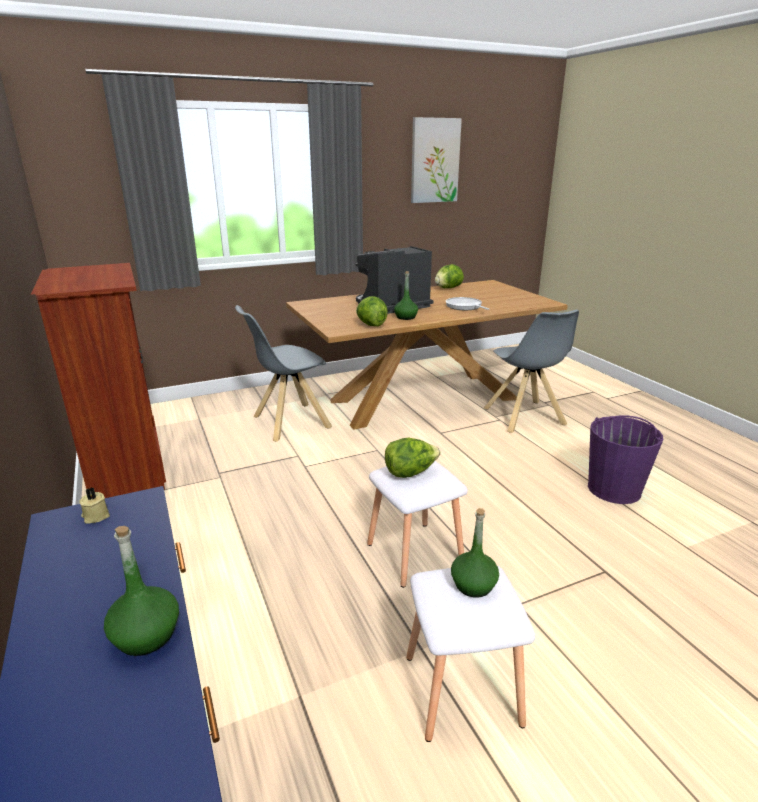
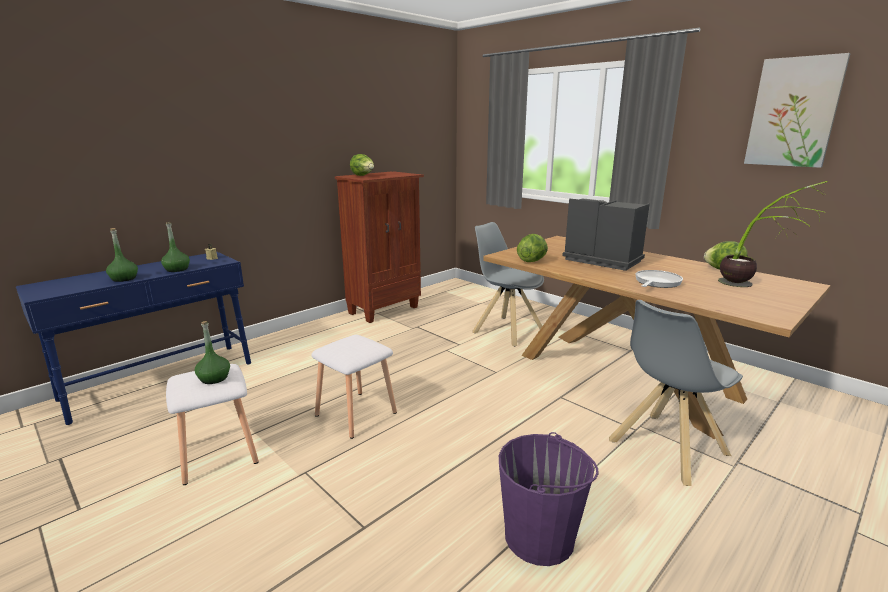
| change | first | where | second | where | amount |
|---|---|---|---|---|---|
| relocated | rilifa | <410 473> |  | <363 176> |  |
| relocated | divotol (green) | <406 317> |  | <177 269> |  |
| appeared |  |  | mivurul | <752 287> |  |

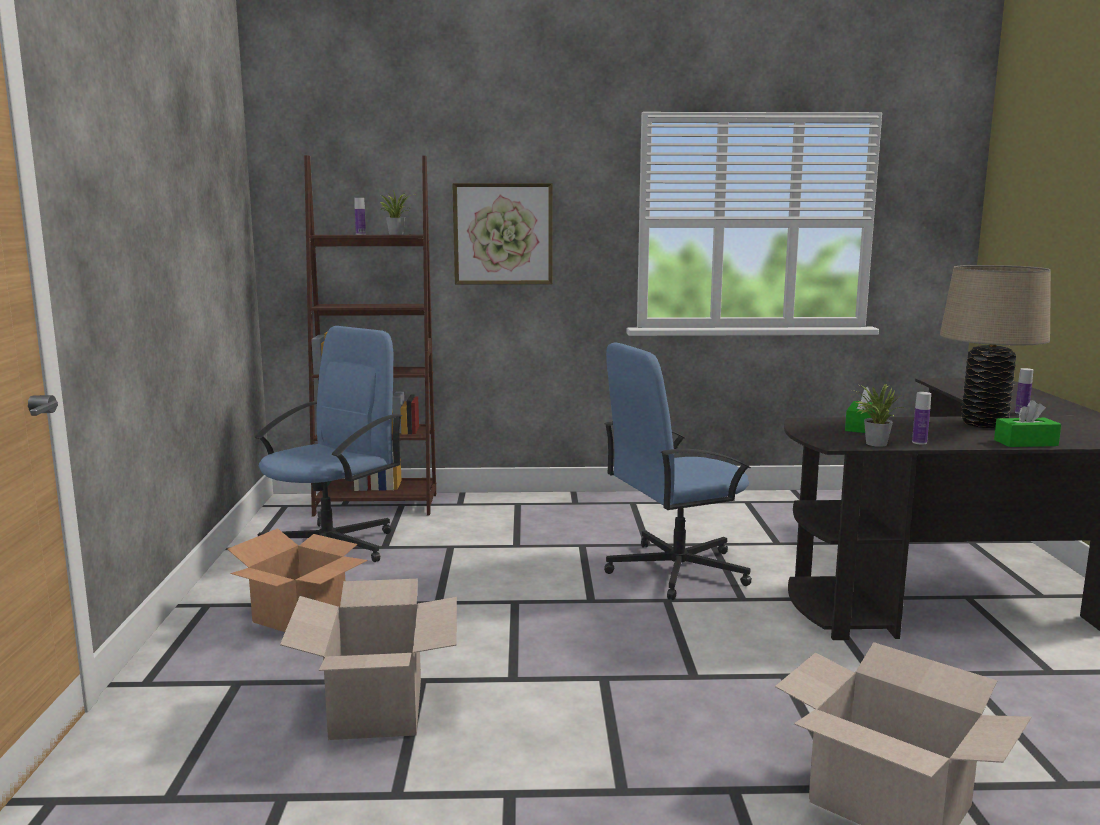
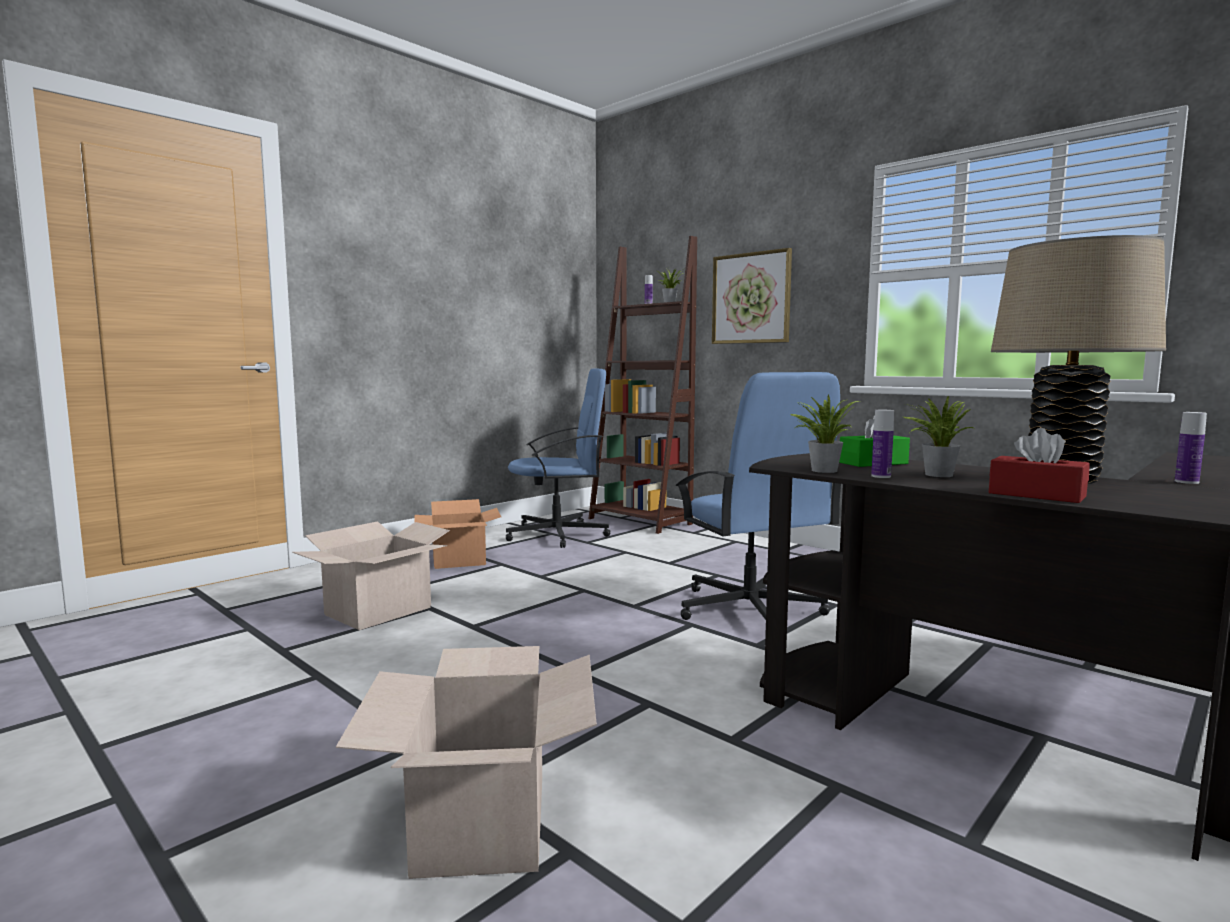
| change | first | where | second | where | amount |
|---|---|---|---|---|---|
| spun | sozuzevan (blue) | <675 570> |  | <749 610> | 135 degrees counterclockwise |
| colour | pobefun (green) | <1025 443> | pobefun (red) | <1036 495> |  |
| appeared |  |  | mivurul | <935 474> |  |

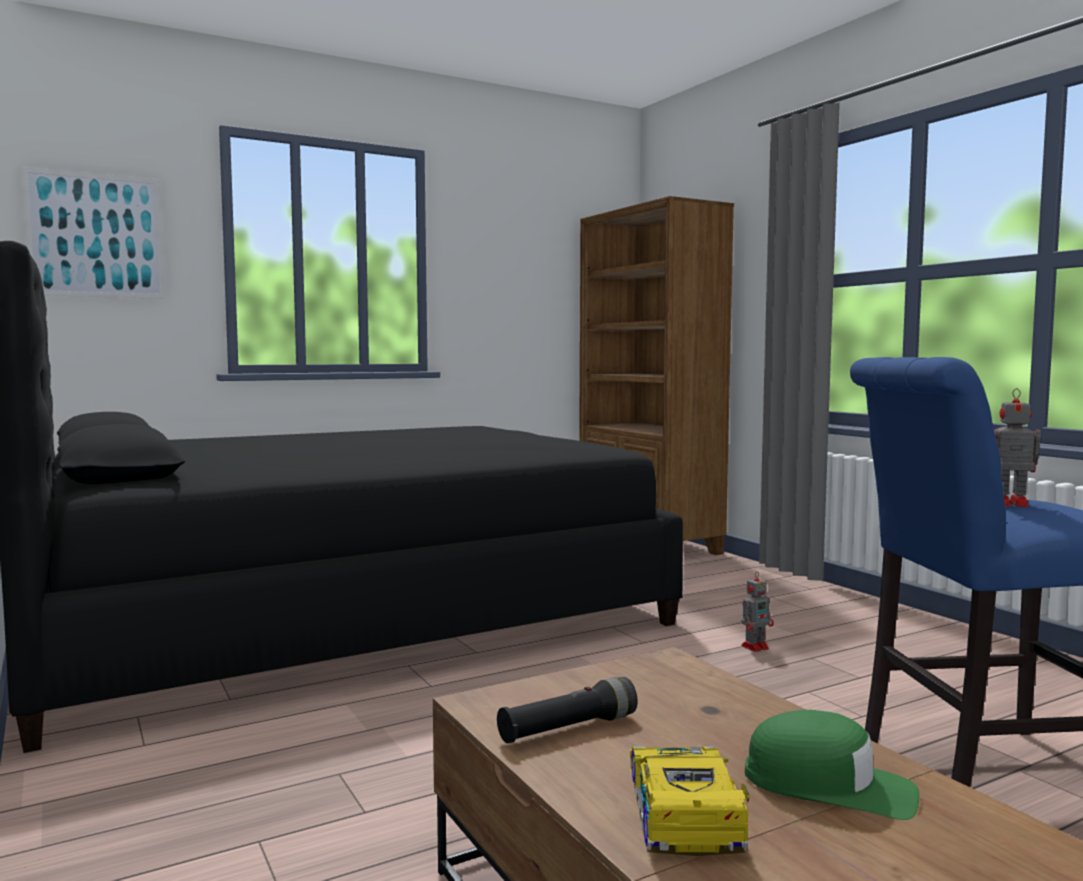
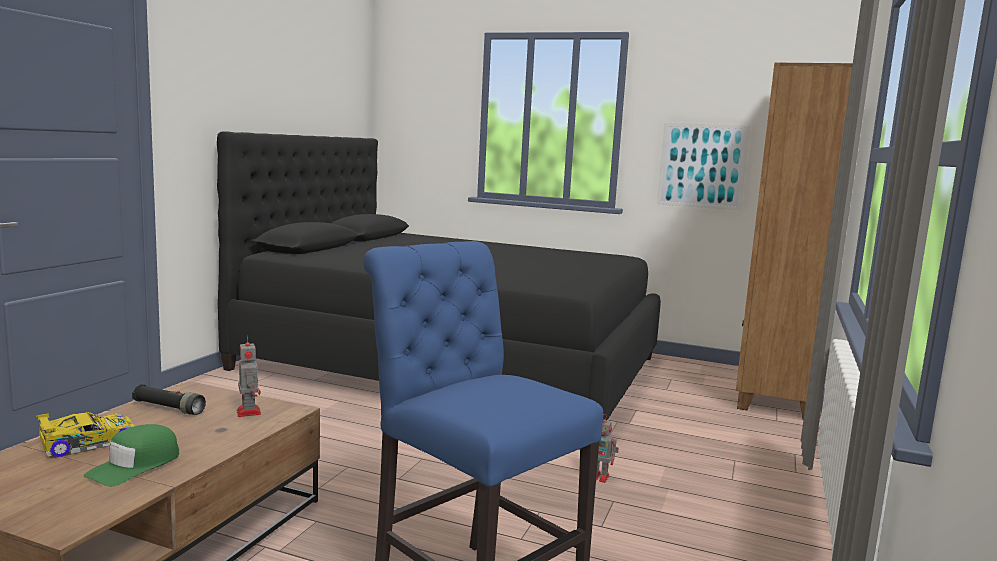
| change | first | where | second | where | amount |
|---|---|---|---|---|---|
| relocated | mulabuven | <96 235> |  | <702 166> |  |
| spun | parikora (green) | <829 785> |  | <135 466> | 45 degrees clockwise |
| relocated | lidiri | <1007 503> |  | <248 412> |  |

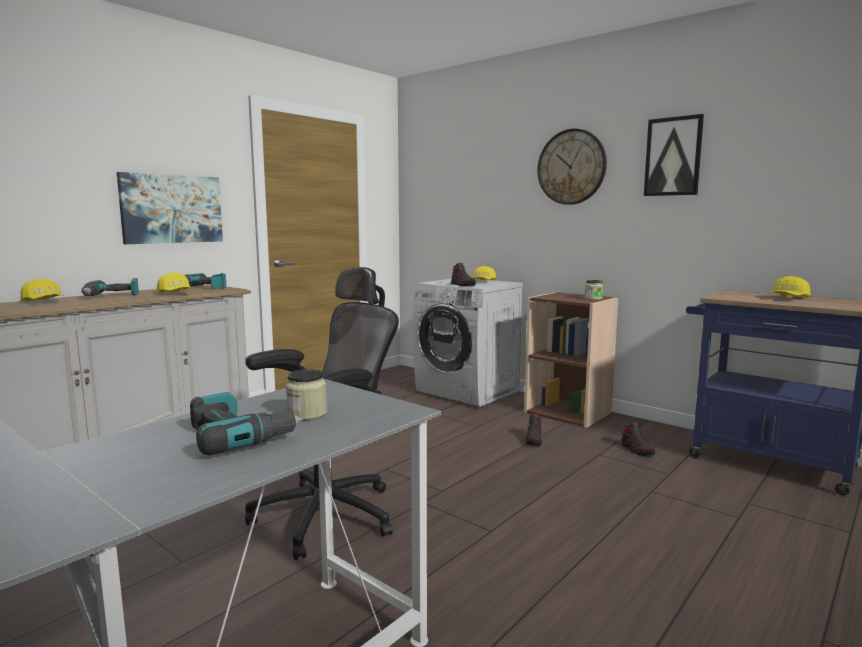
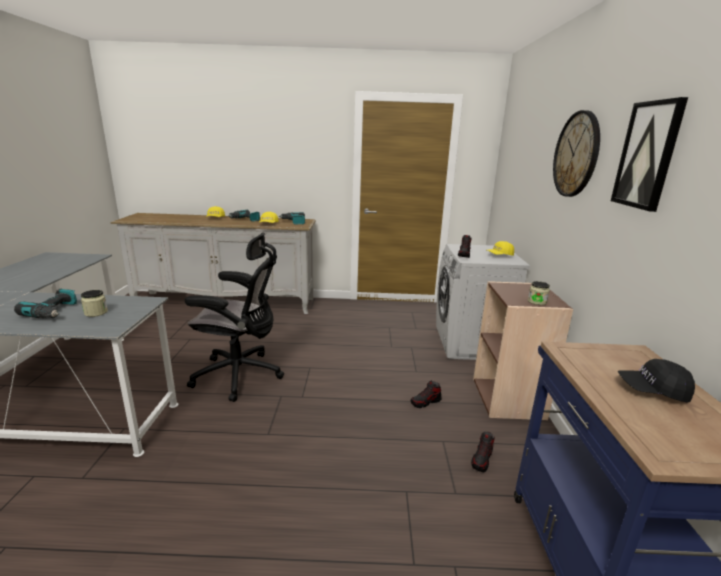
| change | first | where | second | where | amount |
|---|---|---|---|---|---|
| missing | mulabuven | <172 209> |  |  |  |
| colour | parikora (yellow) | <788 298> | parikora (black) | <652 391> |  |

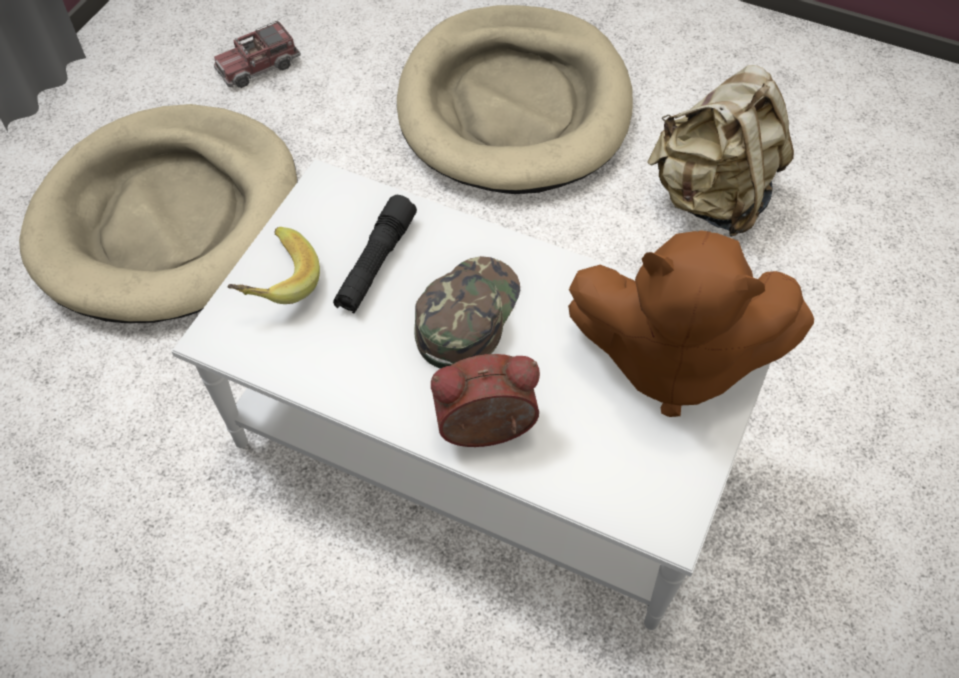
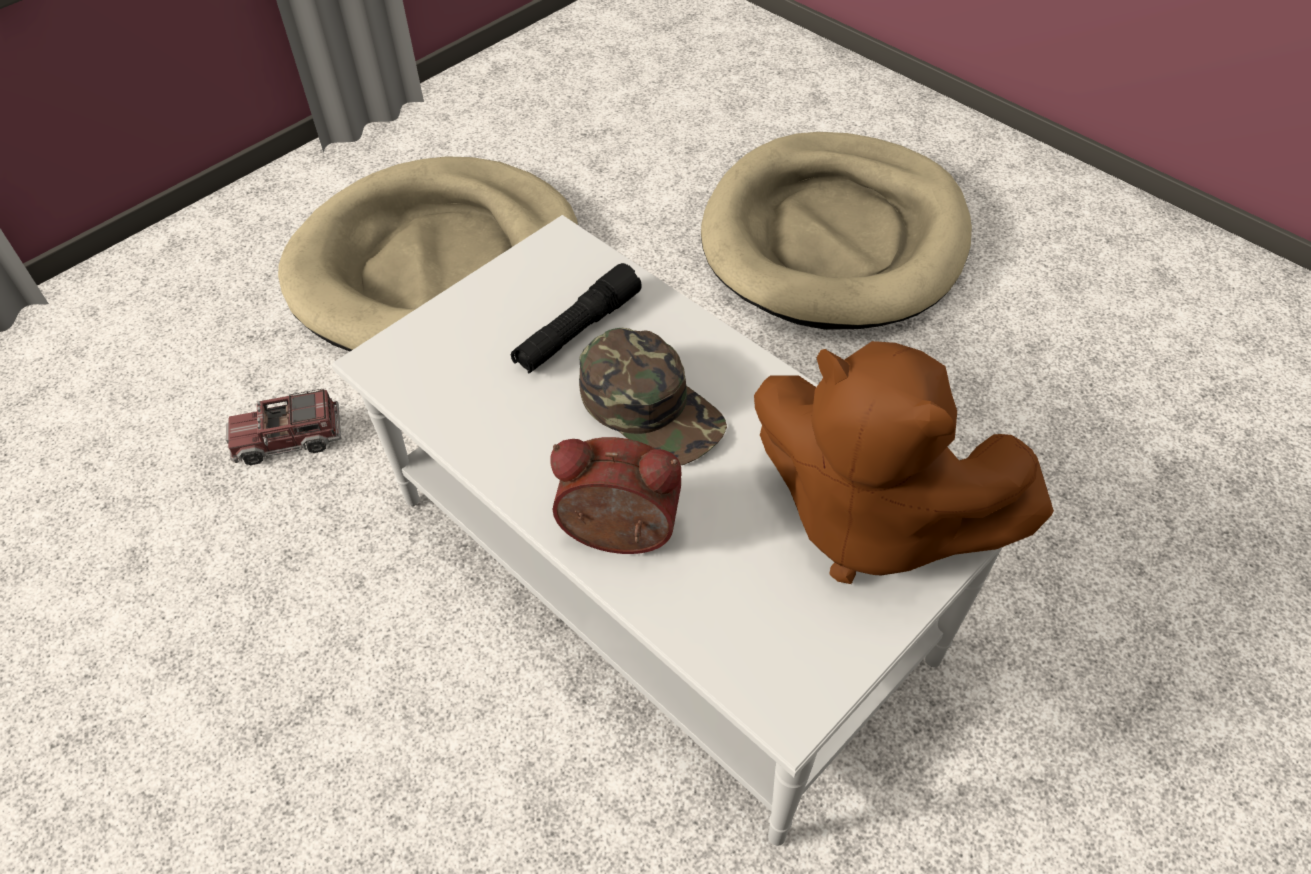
| change | first | where | second | where | amount |
|---|---|---|---|---|---|
| relocated | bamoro | <258 66> |  | <289 439> |  |
| missing | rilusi | <274 282> |  |  |  |
| spun | parikora (green) | <466 314> |  | <651 407> | 90 degrees clockwise |
| missing | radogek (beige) | <712 197> |  |  |  |

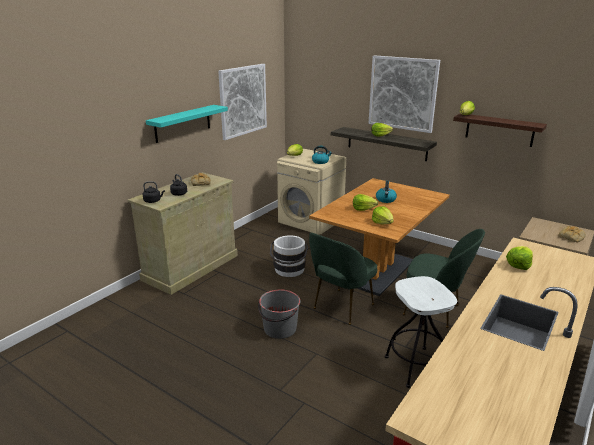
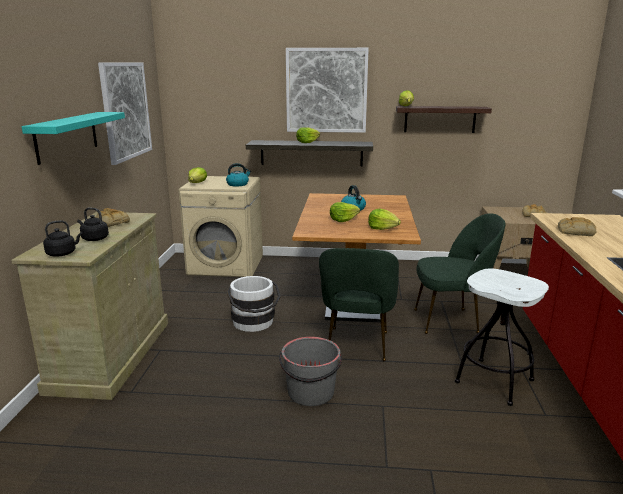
| change | first | where | second | where | amount |
|---|---|---|---|---|---|
| exchanged | rilifa | <518 265> | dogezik | <575 231> |  |

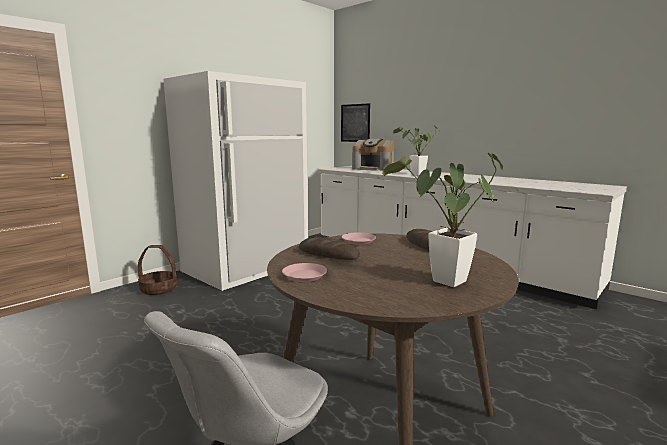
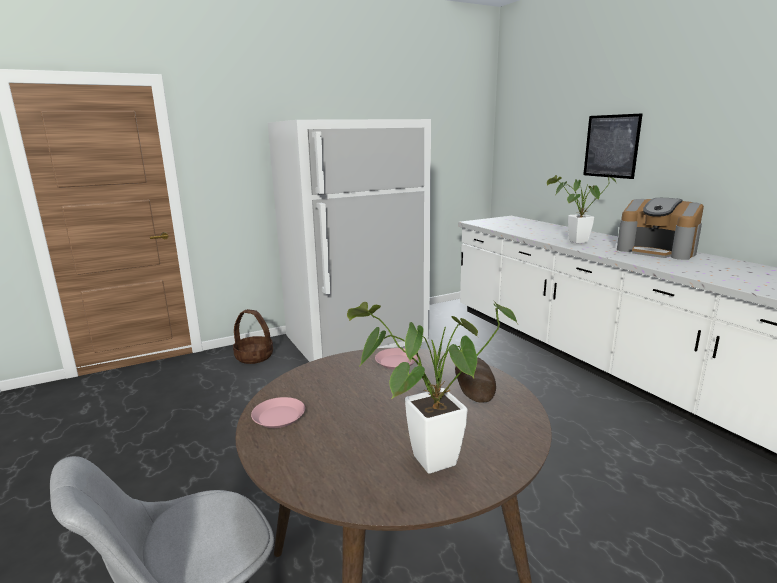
| change | first | where | second | where | amount |
|---|---|---|---|---|---|
| missing | dogezik | <328 254> |  |  |  |
| relocated | mulabuven | <355 123> |  | <611 146> |  |
| relocated | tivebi | <373 169> |  | <657 251> |  |

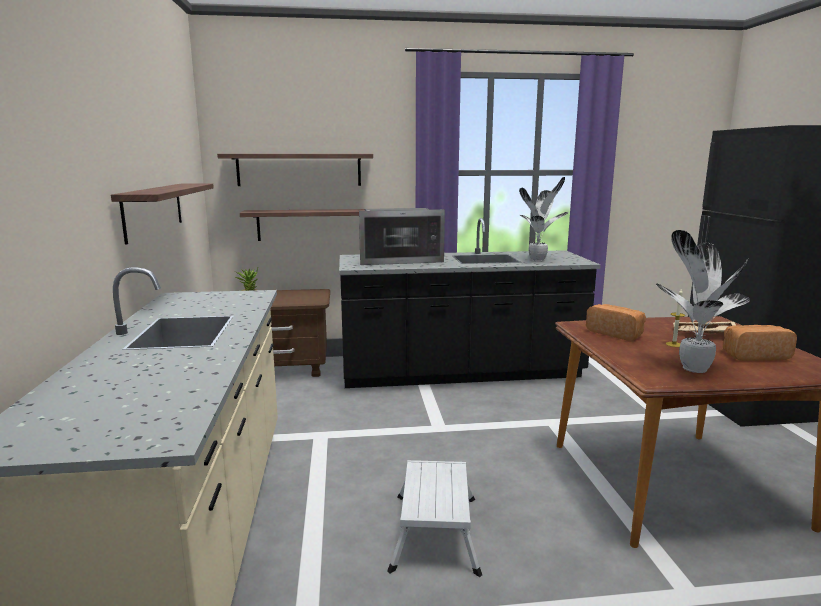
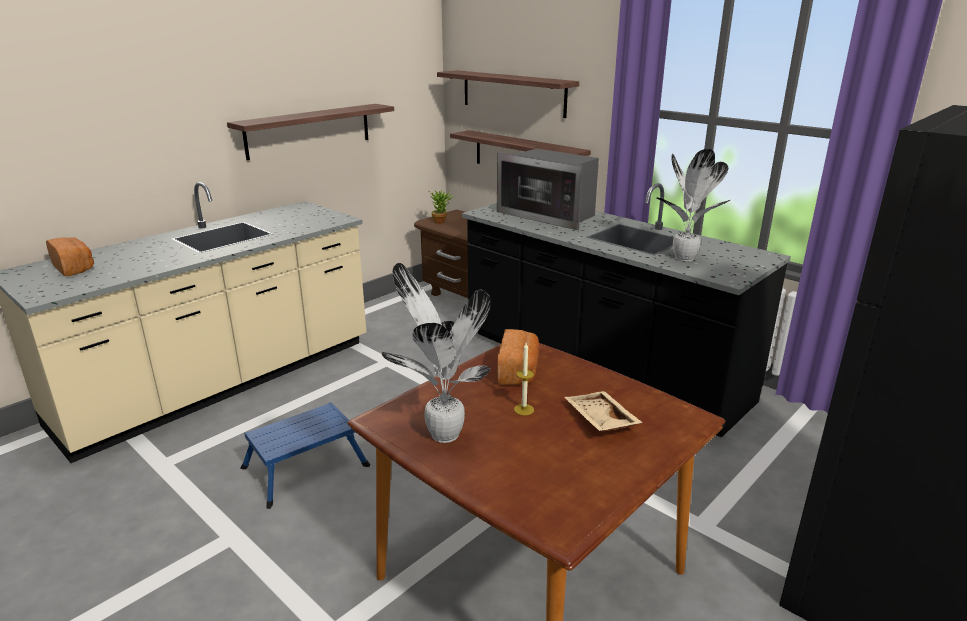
| change | first | where | second | where | amount |
|---|---|---|---|---|---|
| colour | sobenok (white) | <435 531> | sobenok (blue) | <306 466> |  |
| relocated | dogezik | <753 355> |  | <74 268> |  |

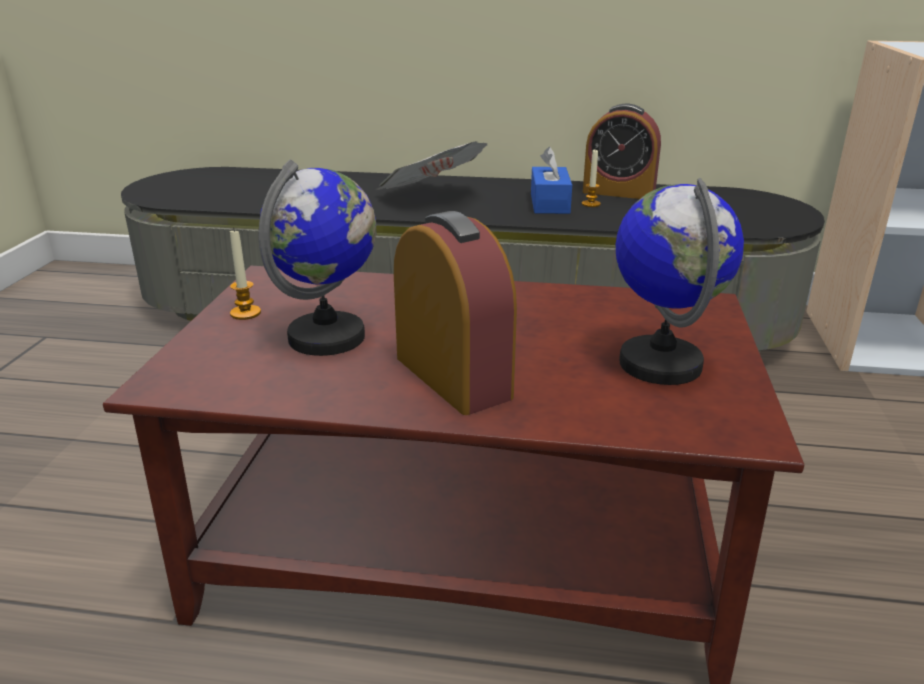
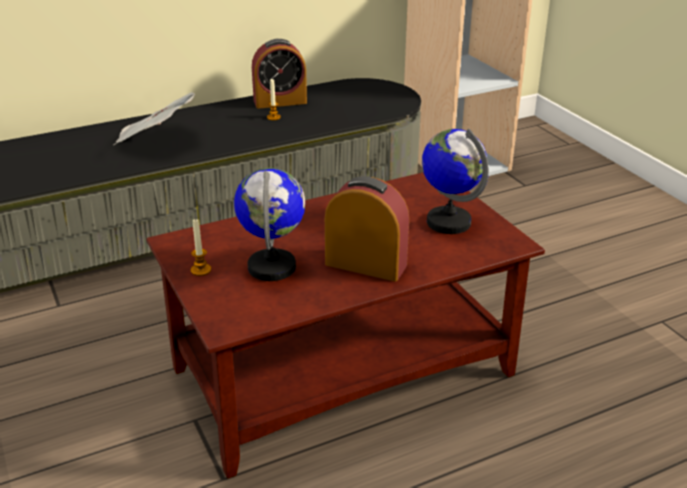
| change | first | where | second | where | amount |
|---|---|---|---|---|---|
| missing | pobefun (blue) | <549 203> |  |  |  |

